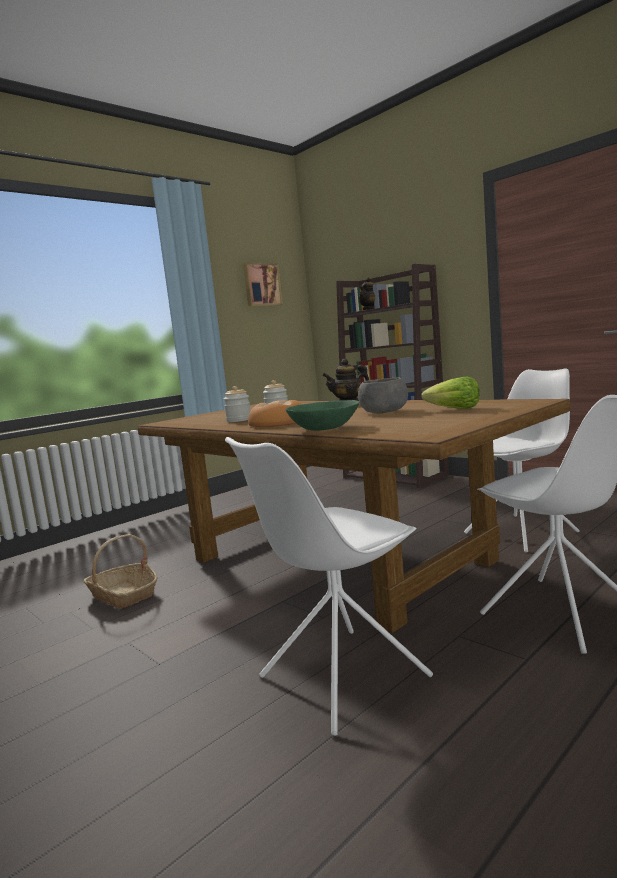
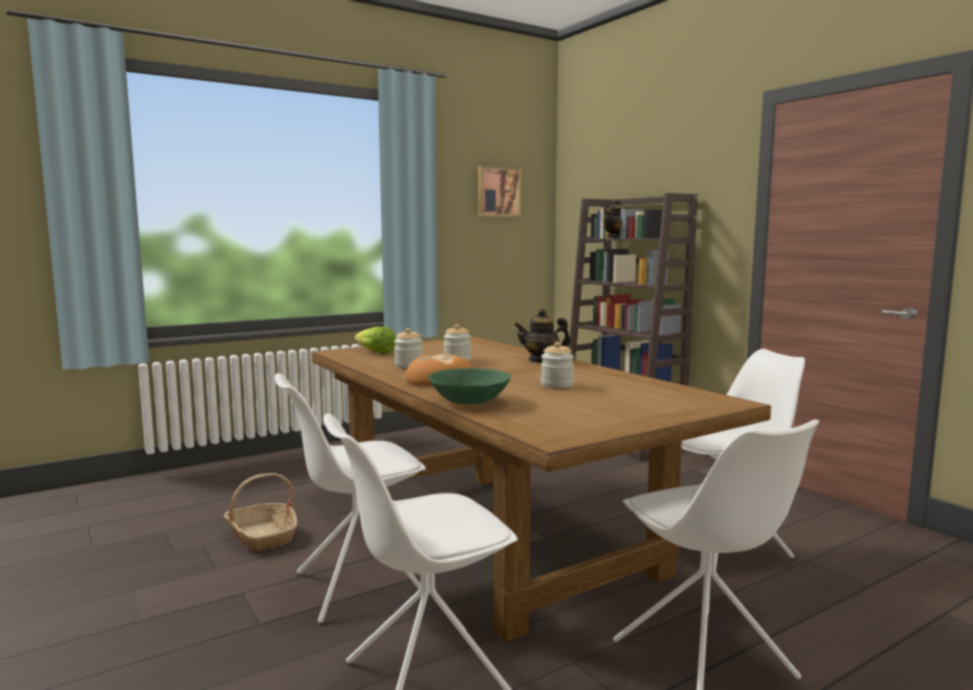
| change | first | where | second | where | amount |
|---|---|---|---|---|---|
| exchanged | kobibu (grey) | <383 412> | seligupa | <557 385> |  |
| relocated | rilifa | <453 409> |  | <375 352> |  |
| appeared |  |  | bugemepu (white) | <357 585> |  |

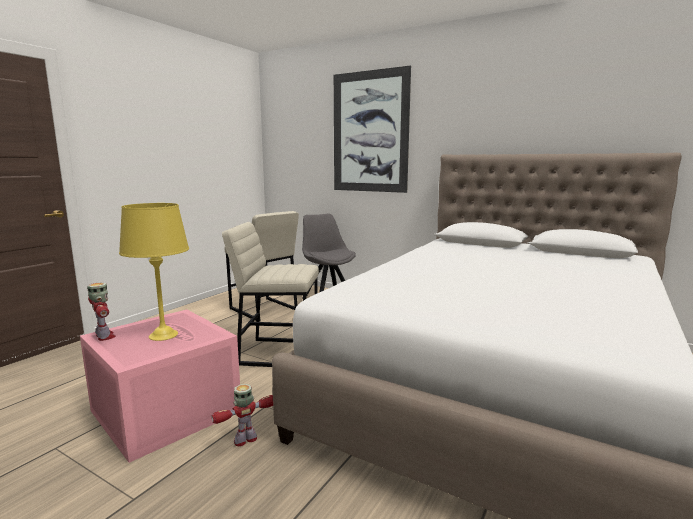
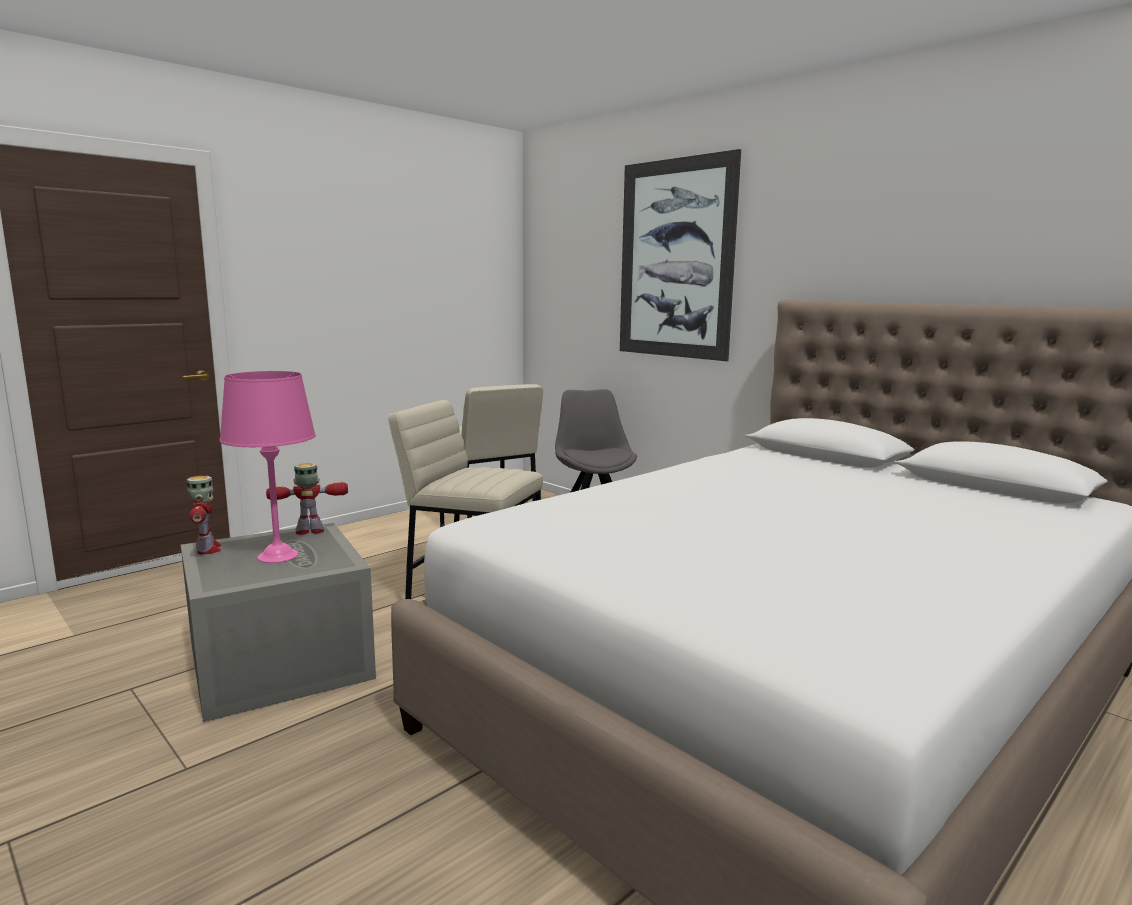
| change | first | where | second | where | amount |
|---|---|---|---|---|---|
| colour | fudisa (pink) | <163 411> | fudisa (grey) | <277 662> |  |
| colour | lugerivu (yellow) | <163 335> | lugerivu (pink) | <277 556> |  |
| relocated | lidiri | <246 440> |  | <310 531> |  |

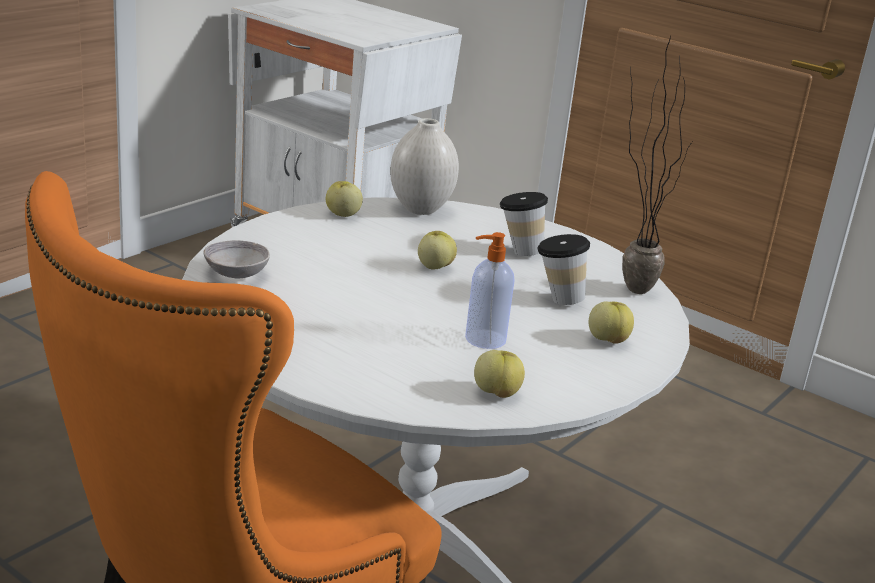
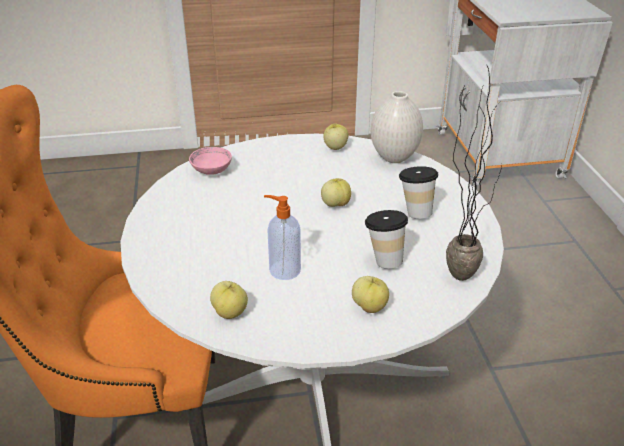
| change | first | where | second | where | amount |
|---|---|---|---|---|---|
| colour | kobibu (grey) | <236 274> | kobibu (pink) | <211 170> |  |

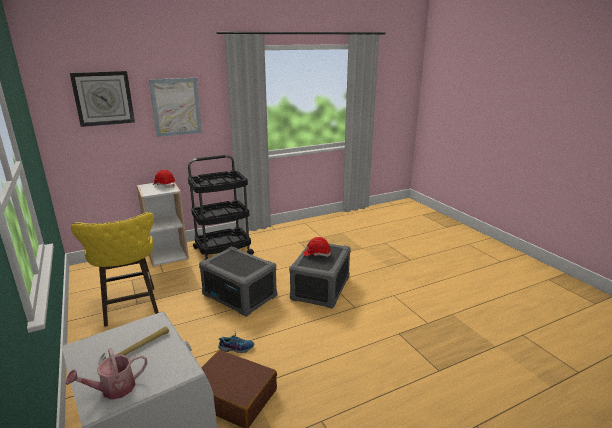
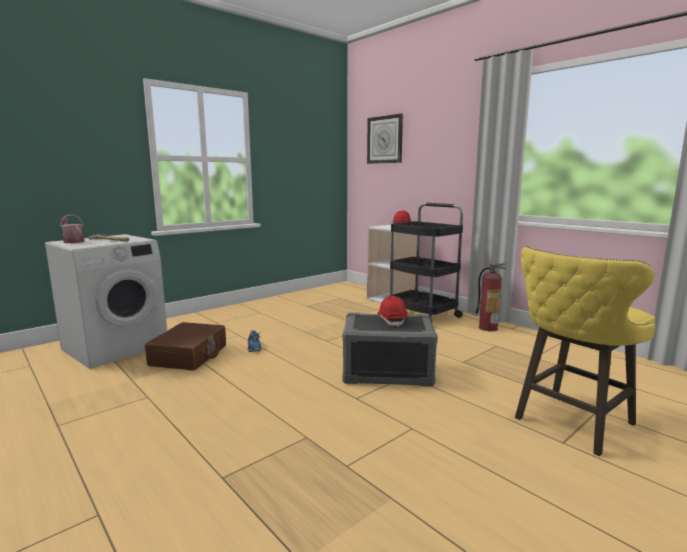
| change | first | where | second | where | amount |
|---|---|---|---|---|---|
| relocated | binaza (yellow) | <130 308> |  | <571 423> |  |
| missing | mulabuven | <176 107> |  |  |  |
| missing | fudisa (grey) | <240 295> |  |  |  |
| appeared |  |  | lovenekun | <488 328> |  |

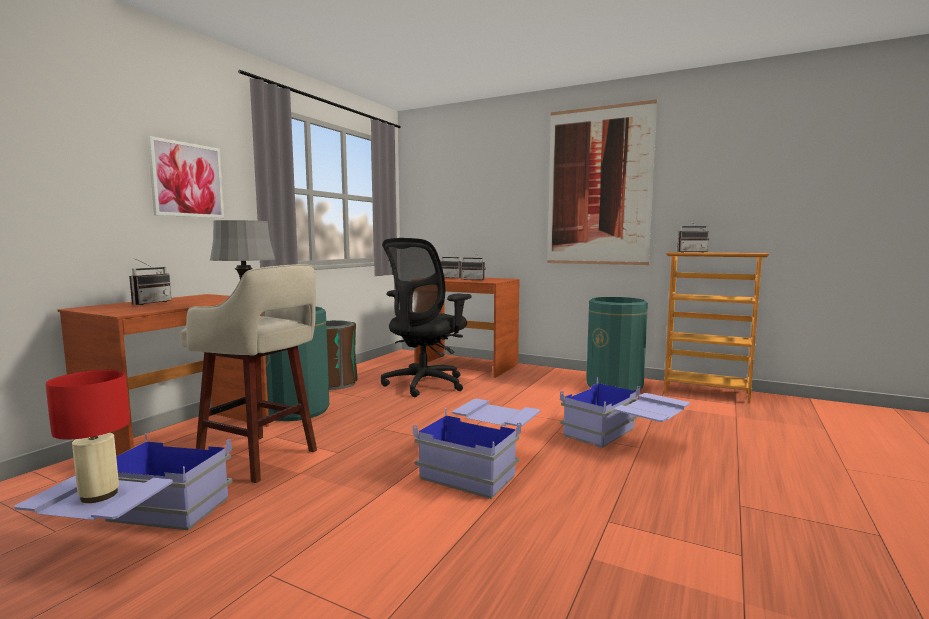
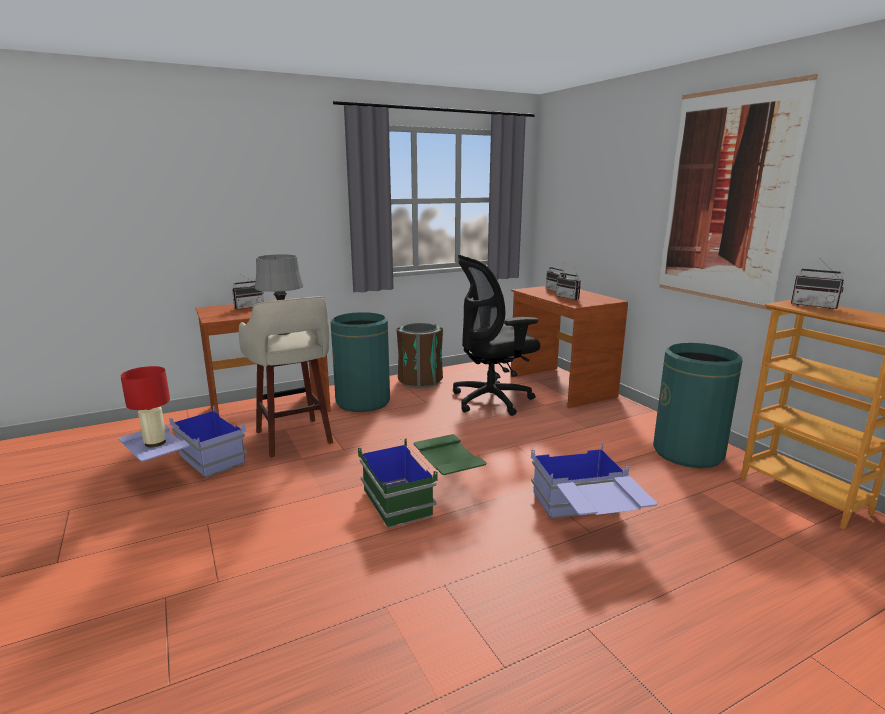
| change | first | where | second | where | amount |
|---|---|---|---|---|---|
| missing | mulabuven | <187 180> |  |  |  |
| colour | fudisa (blue) | <482 466> | fudisa (green) | <422 497> |  |

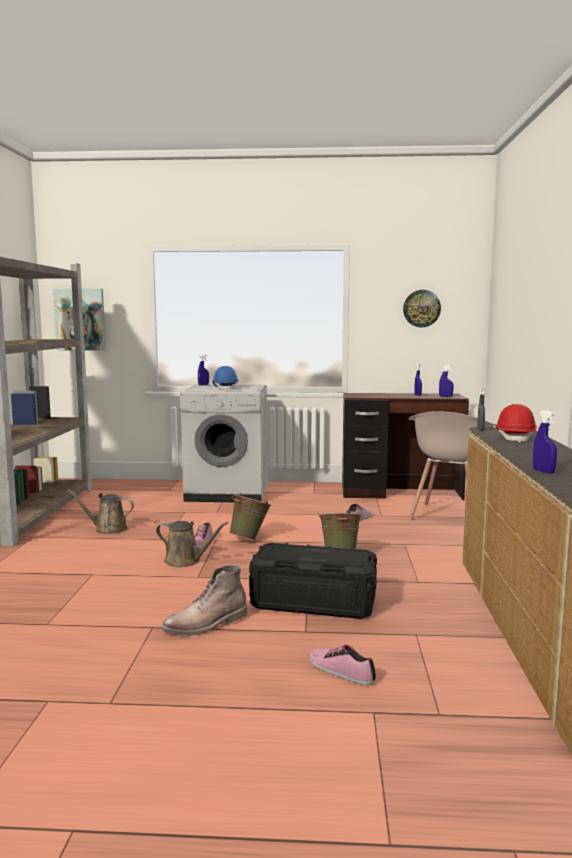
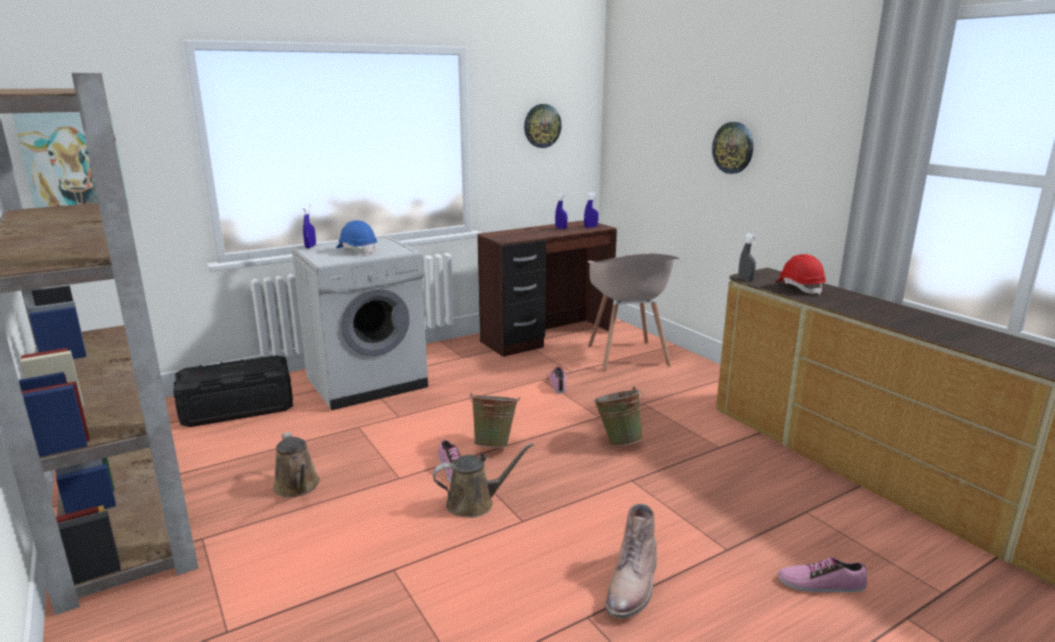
| change | first | where | second | where | amount |
|---|---|---|---|---|---|
| spun | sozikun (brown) | <108 529> |  | <298 487> | 90 degrees counterclockwise |
| relocated | fudisa (black) | <313 602> |  | <238 409> |  |
| missing | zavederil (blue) | <543 471> |  |  |  |
| appeared |  |  | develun | <733 148> |  |

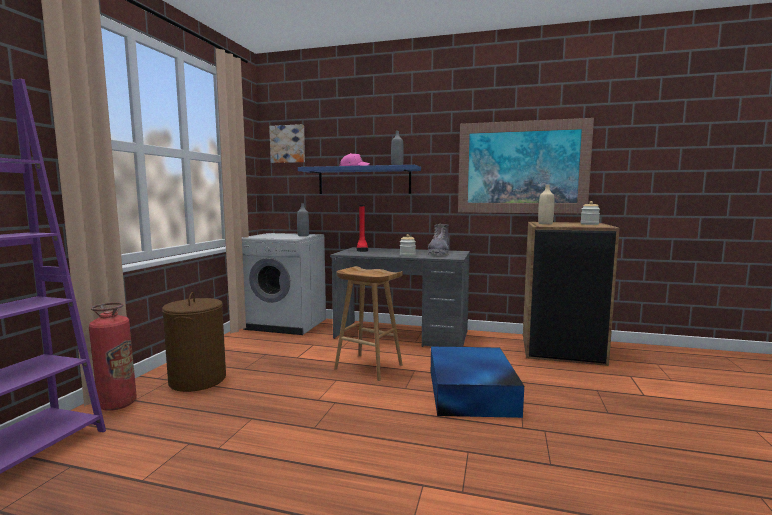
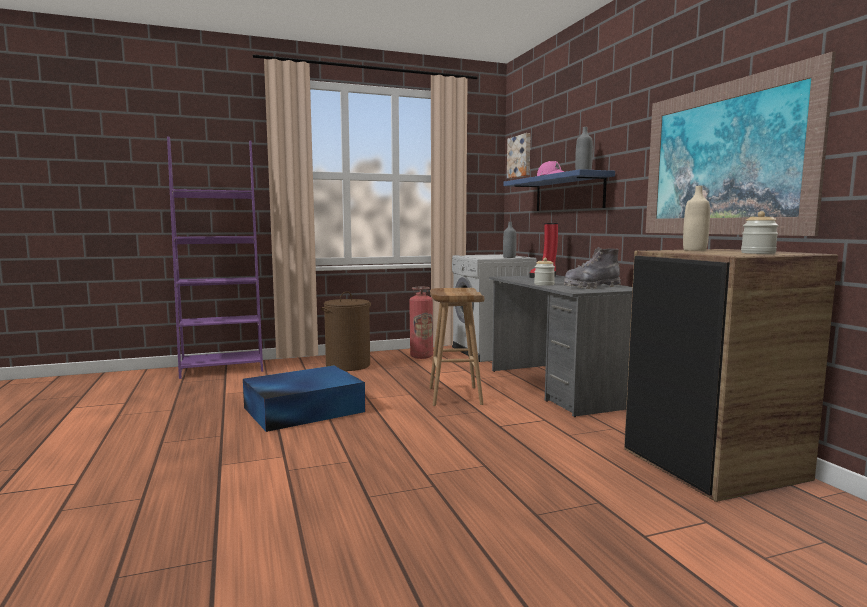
| change | first | where | second | where | amount |
|---|---|---|---|---|---|
| relocated | lovenekun | <117 404> |  | <421 356> |  |
| relocated | fudisa (blue) | <471 393> |  | <302 410> |  |

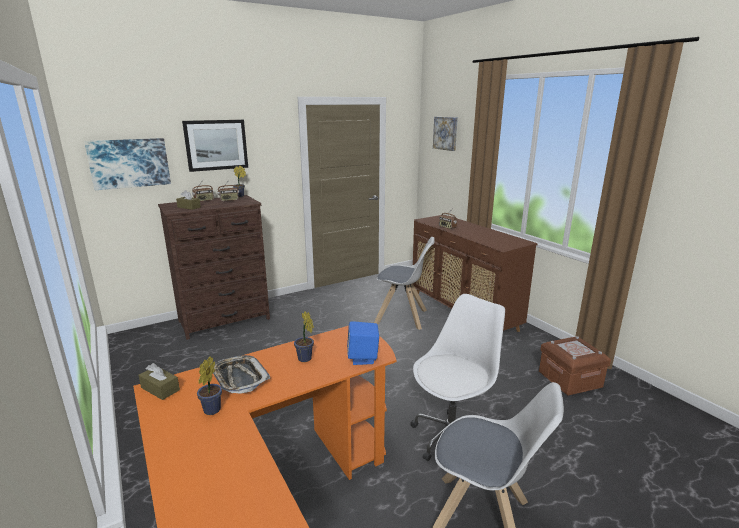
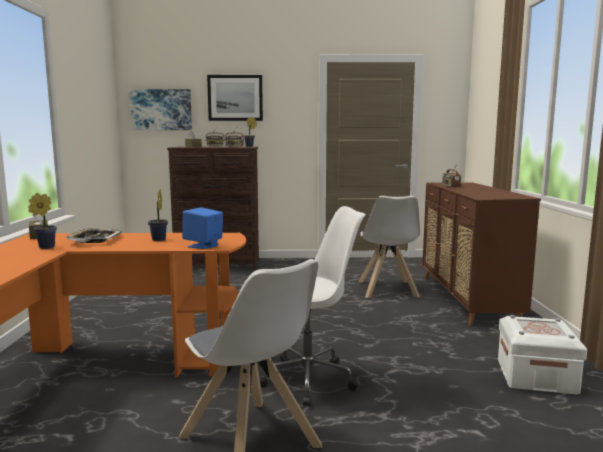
| change | first | where | second | where | amount |
|---|---|---|---|---|---|
| spun | bugemepu | <403 317> |  | <387 290> | 45 degrees clockwise |
| missing | mulabuven | <446 133> |  |  |  |
| colour | fudisa (brown) | <570 379> | fudisa (white) | <536 376> |  |

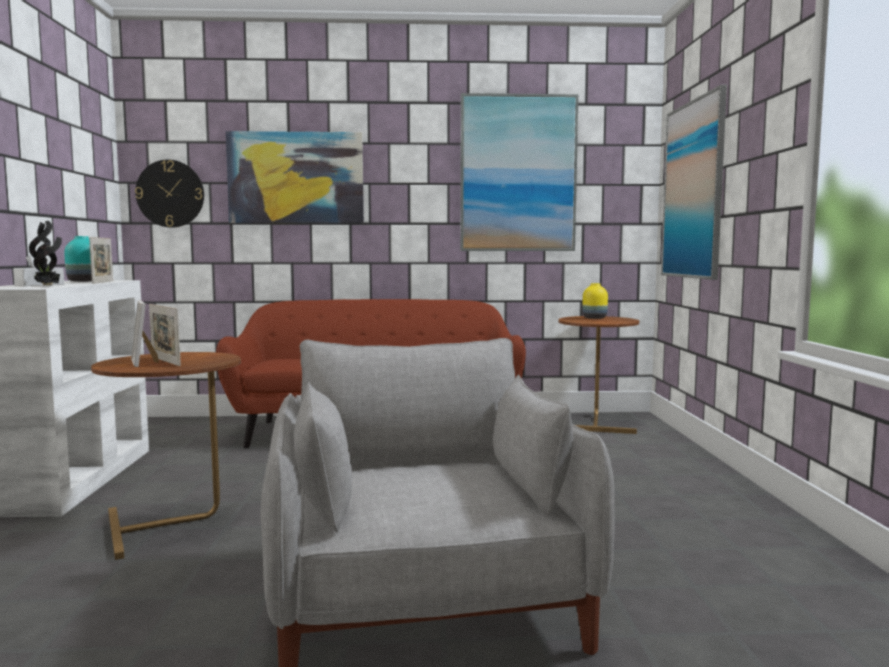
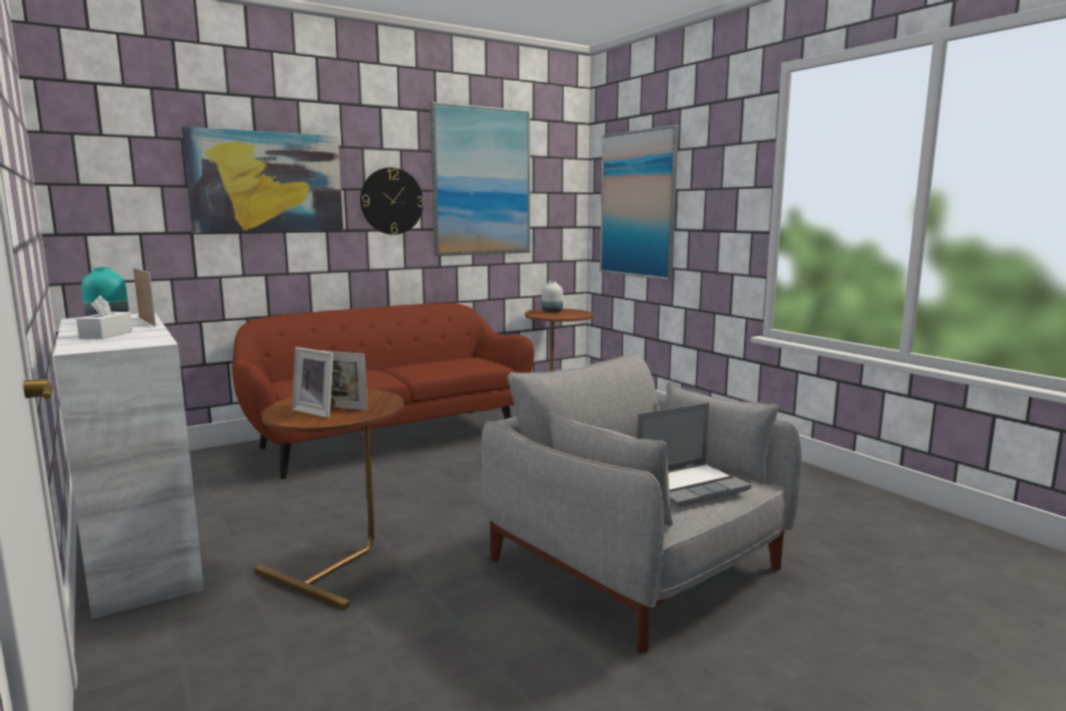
| change | first | where | second | where | amount |
|---|---|---|---|---|---|
| missing | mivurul | <48 286> |  |  |  |
| relocated | develun | <170 193> |  | <391 201> |  |
| colour | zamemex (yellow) | <595 318> | zamemex (white) | <552 311> |  |
| appeared |  |  | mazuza | <691 486> |  |

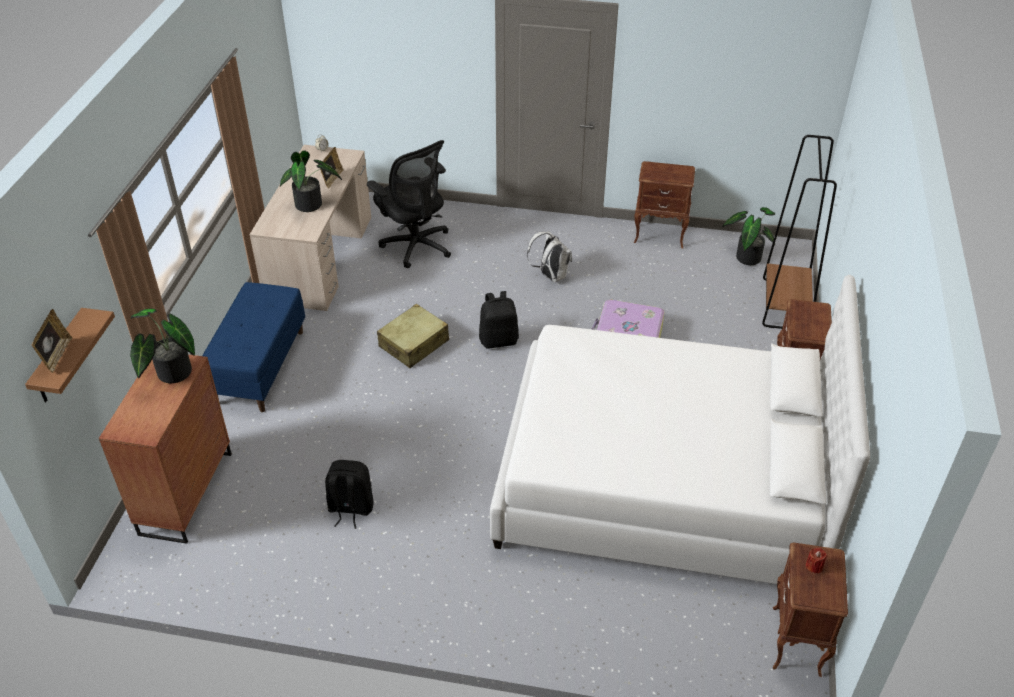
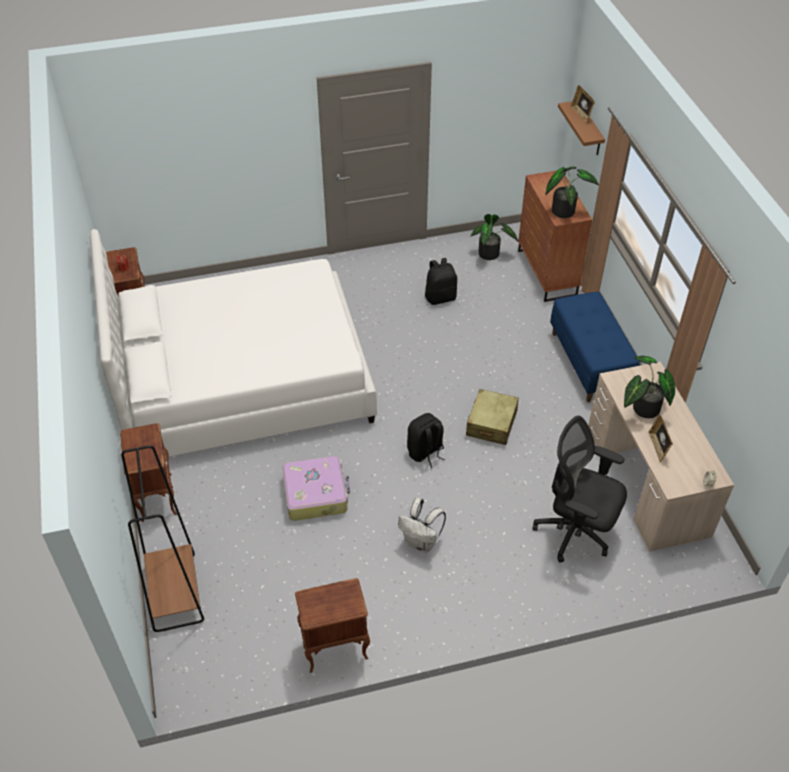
| change | first | where | second | where | amount |
|---|---|---|---|---|---|
| relocated | mivurul | <746 256> |  | <490 255> |  |

